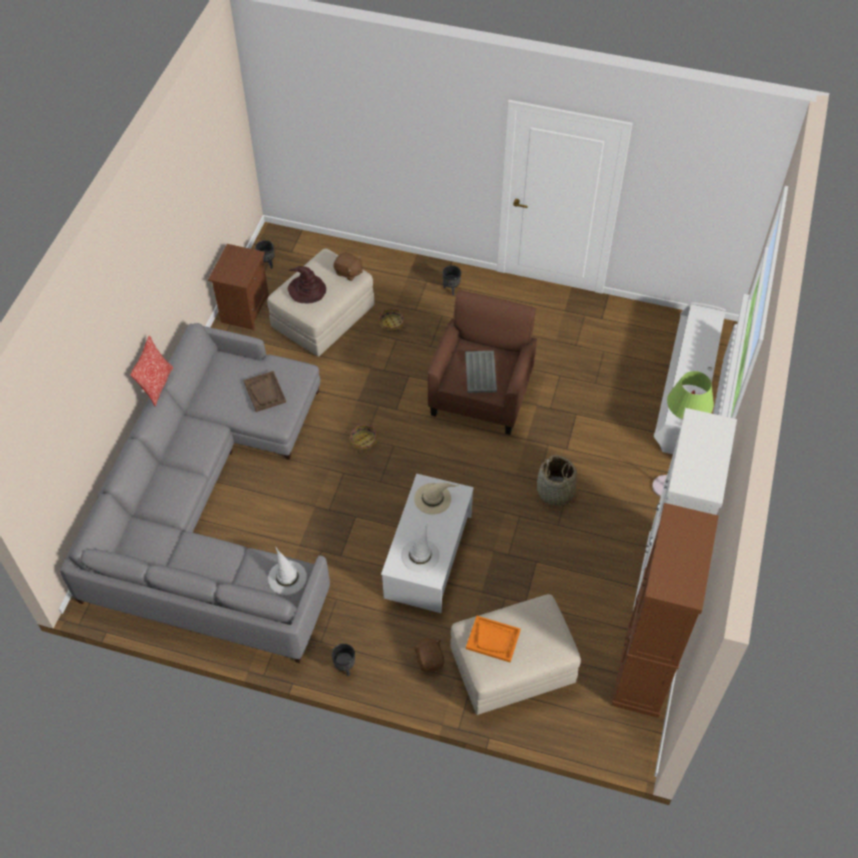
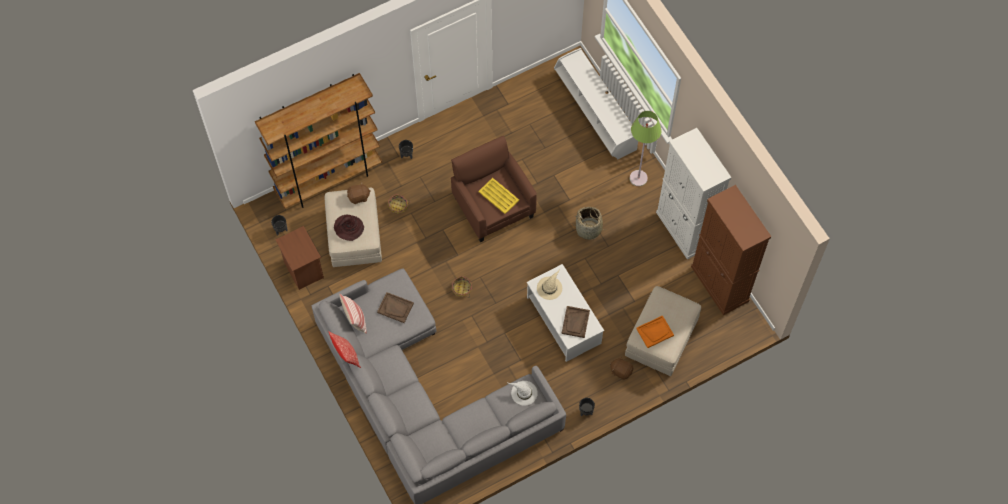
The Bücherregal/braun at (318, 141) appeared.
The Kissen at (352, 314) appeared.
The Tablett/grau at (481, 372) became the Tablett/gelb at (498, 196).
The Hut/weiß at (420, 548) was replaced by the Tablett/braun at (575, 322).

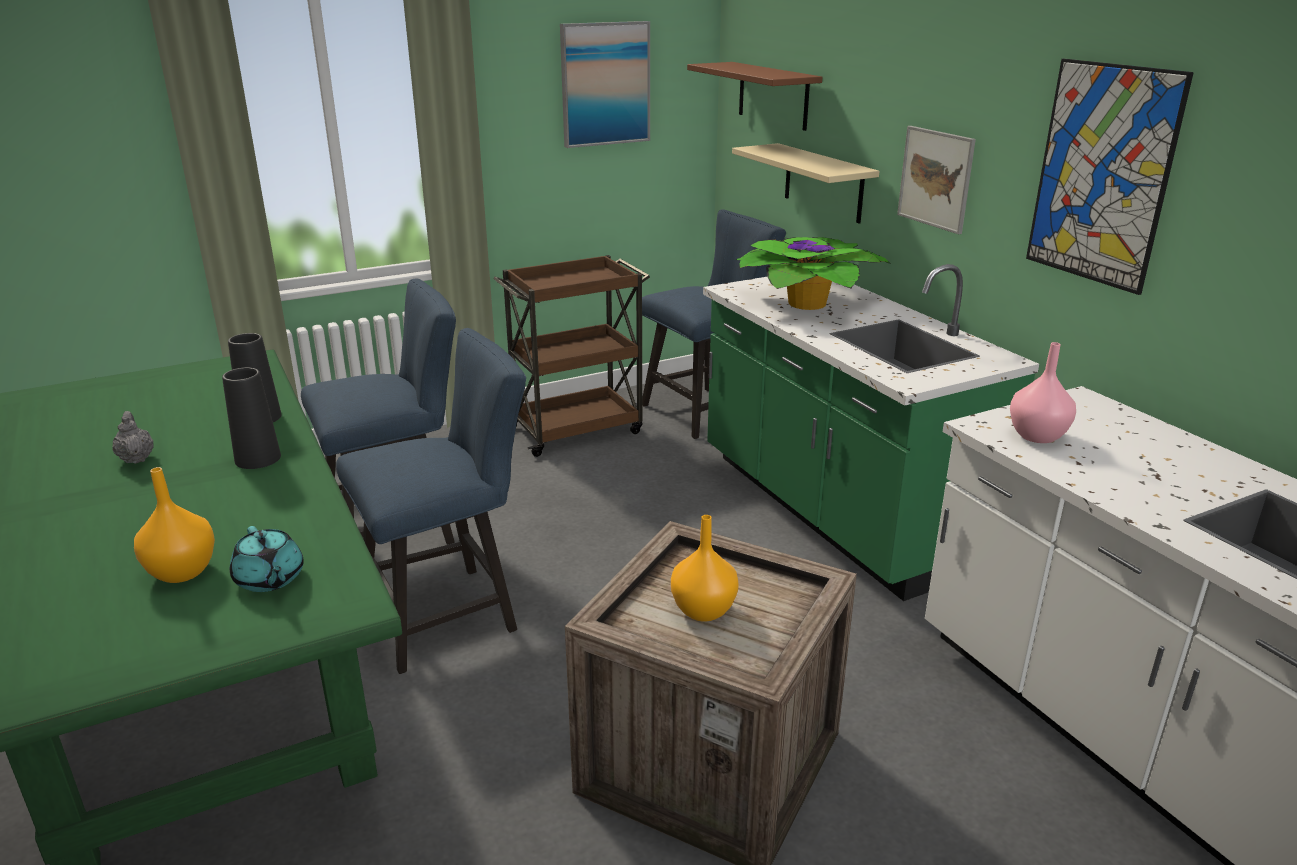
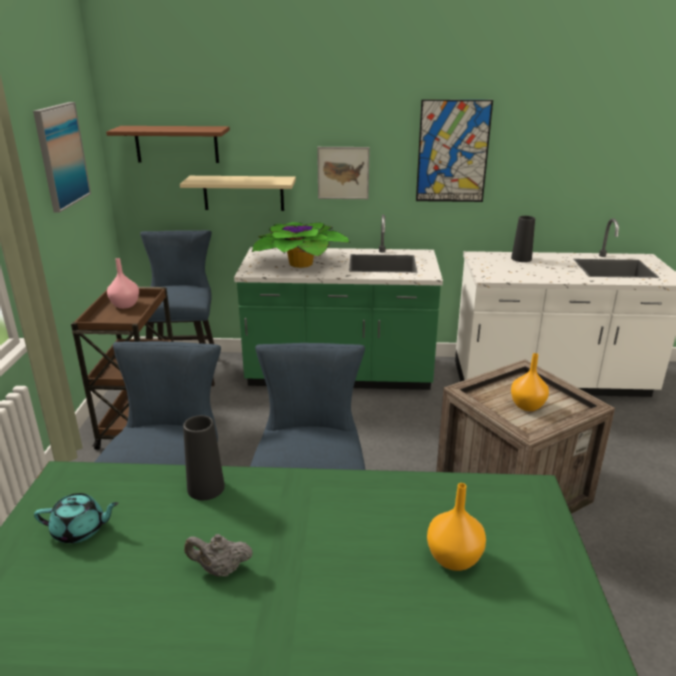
The Teekanne/türkis moved from (267, 559) to (76, 518).
The Vase/rosa moved from (1043, 392) to (123, 283).
The Vase/schwarz moved from (251, 418) to (523, 239).

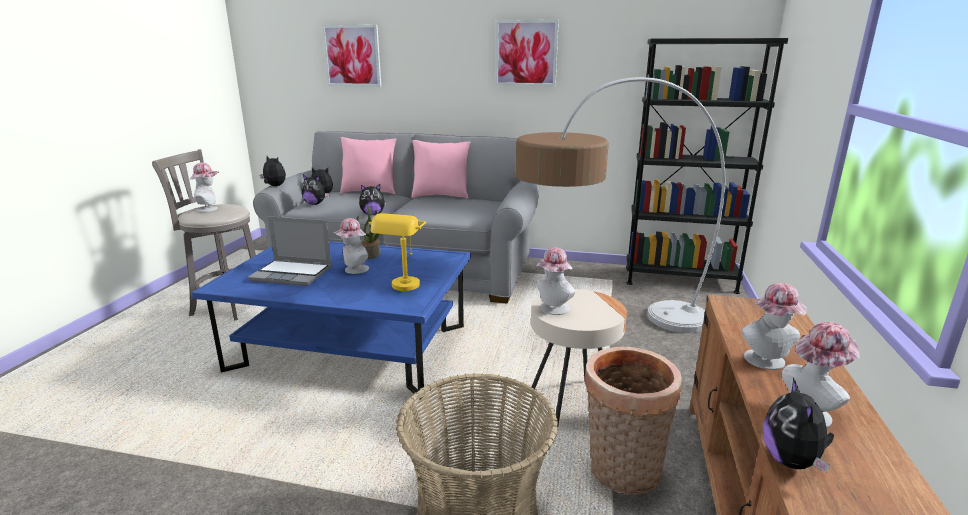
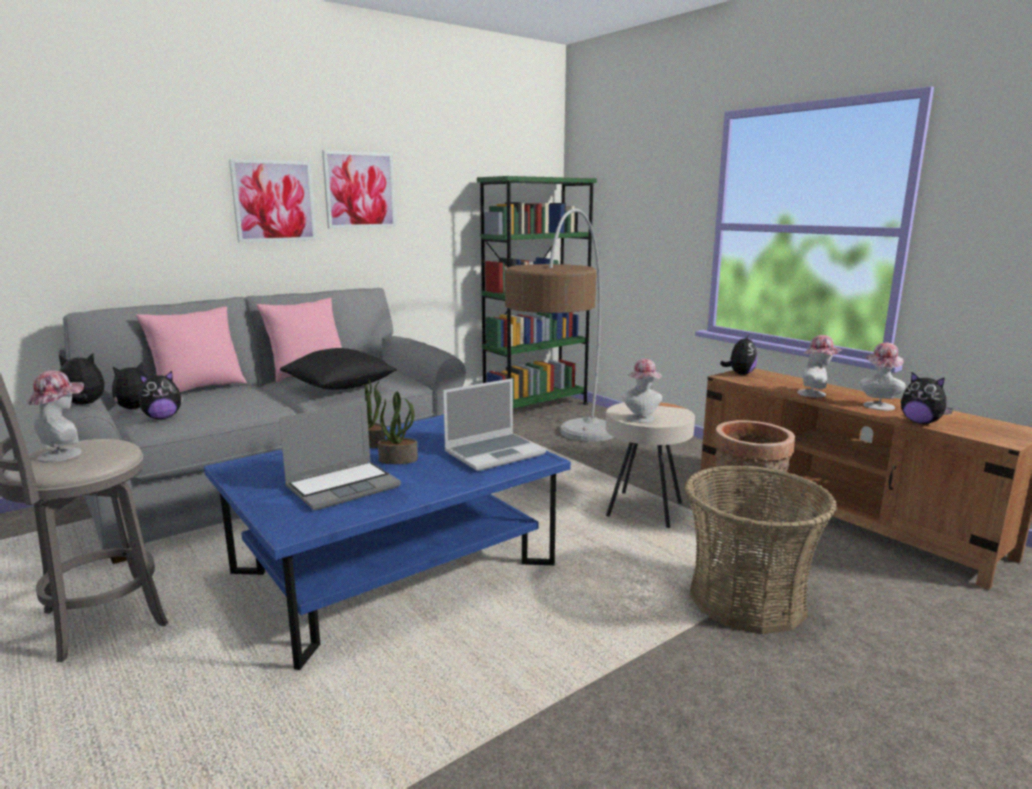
The Bild moved from (351, 56) to (273, 201).
The Kissen/schwarz at (338, 369) appeared.
The Hut at (351, 246) was replaced by the Topfpflanze at (398, 427).
The Tischlampe/gelb at (397, 252) was replaced by the Laptop at (494, 424).
The Bücherregal/schwarz at (707, 166) became the Bücherregal/grün at (537, 292).
The Plüschtier moved from (372, 199) to (738, 354).

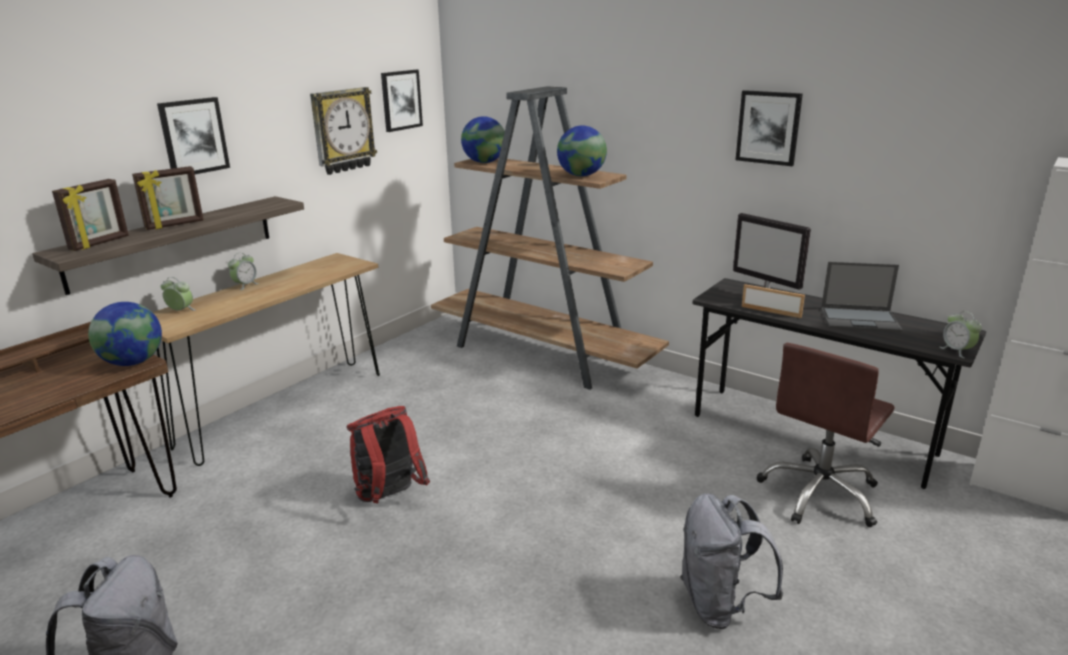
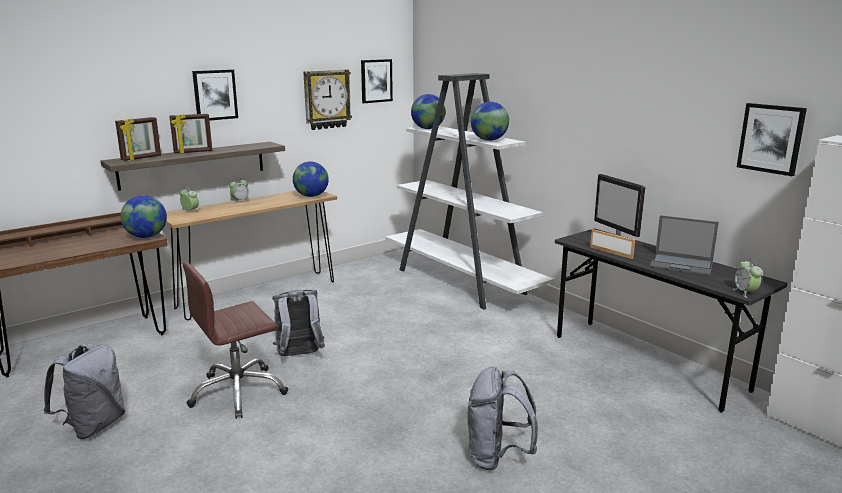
The Bürostuhl/braun moved from (826, 435) to (235, 340).
The Rucksack/rot at (388, 454) became the Rucksack/grau at (298, 322).
The Globus at (311, 179) appeared.
The Bücherregal/braun at (550, 238) became the Bücherregal/weiß at (470, 191).
The Bild moved from (769, 128) to (772, 139).

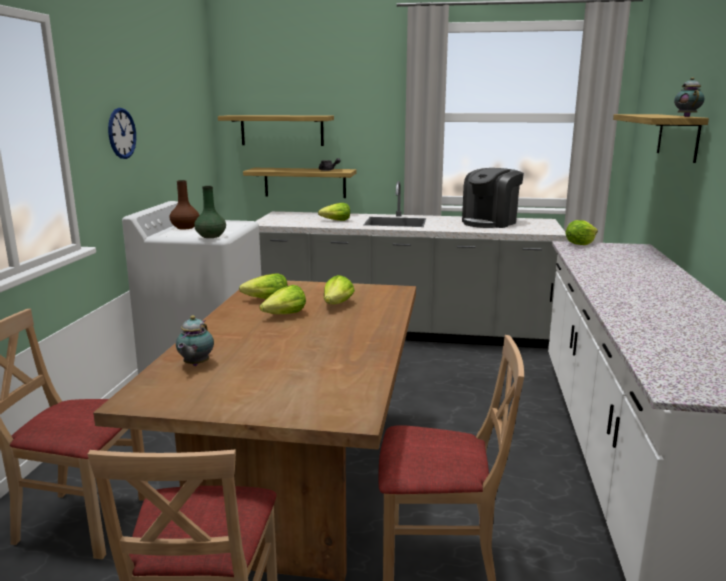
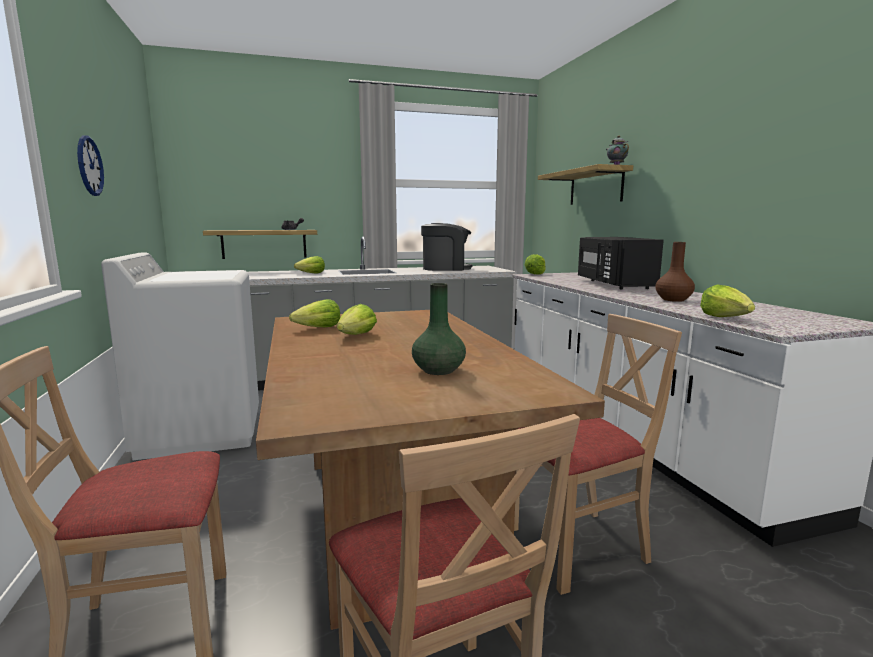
The Vase/grün moved from (210, 212) to (439, 329).
The Kaffeemaschine at (493, 198) turned 120 degrees counterclockwise.
The Mikrowelle/schwarz at (621, 263) appeared.
The Vase/braun moved from (185, 204) to (675, 272).
The Salatkopf moved from (339, 289) to (727, 300).
The Teekanne at (195, 340) disappeared.
The Wandregal at (276, 130) disappeared.

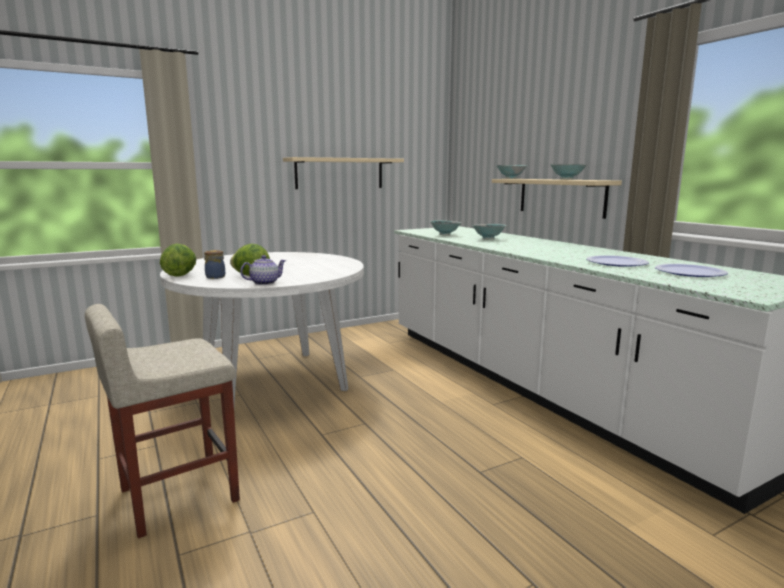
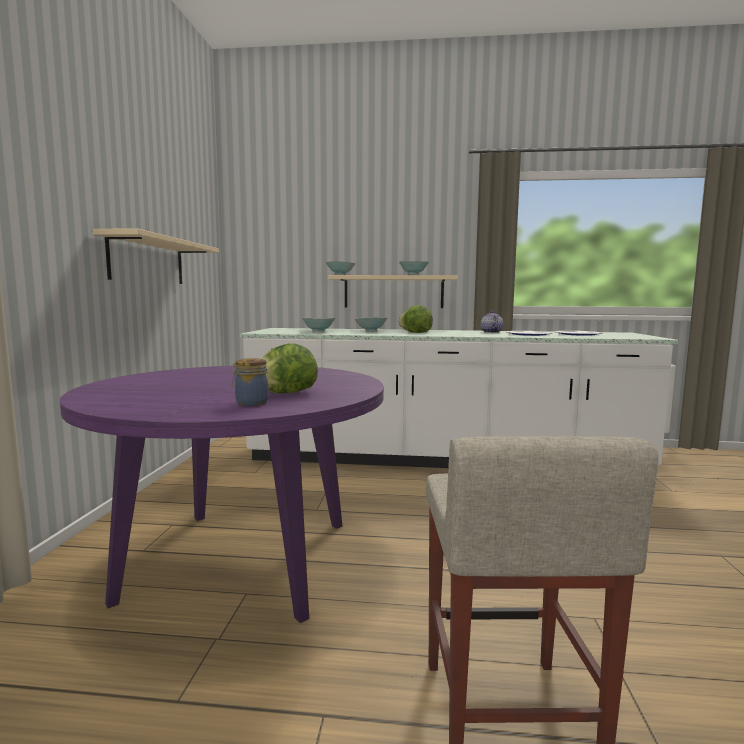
The Esstisch/weiß at (262, 328) became the Esstisch/lila at (222, 494).
The Salatkopf moved from (178, 260) to (415, 319).
The Teekanne moved from (263, 270) to (492, 322).

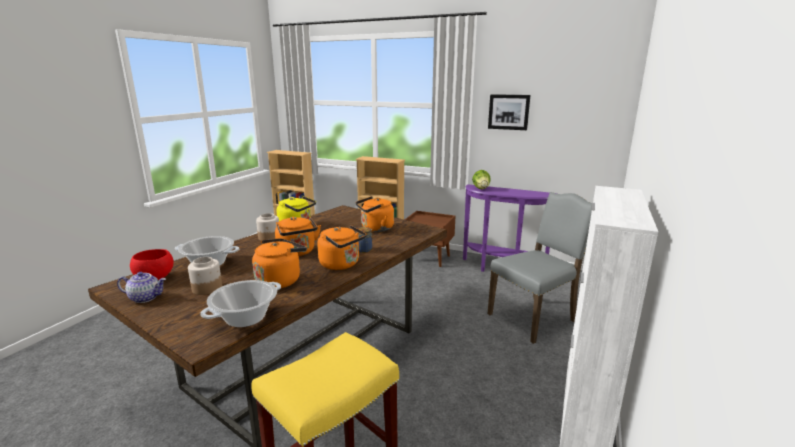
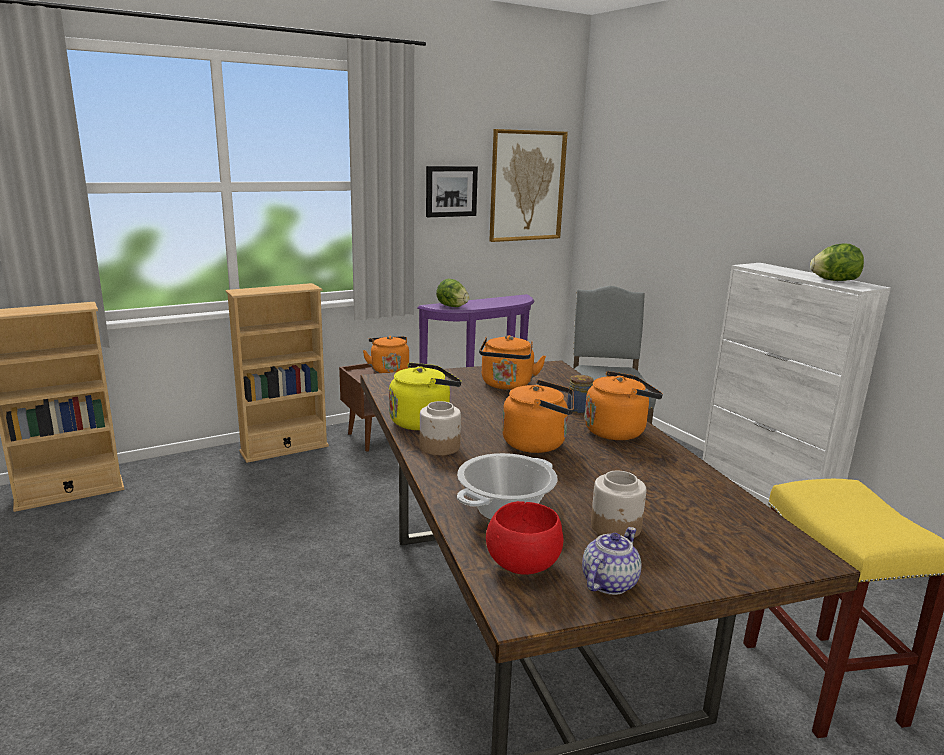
The Wasserkessel/orange moved from (279, 263) to (386, 354).
The Bild at (528, 185) appeared.
The Salatkopf at (837, 262) appeared.
The Kochtopf at (240, 303) disappeared.

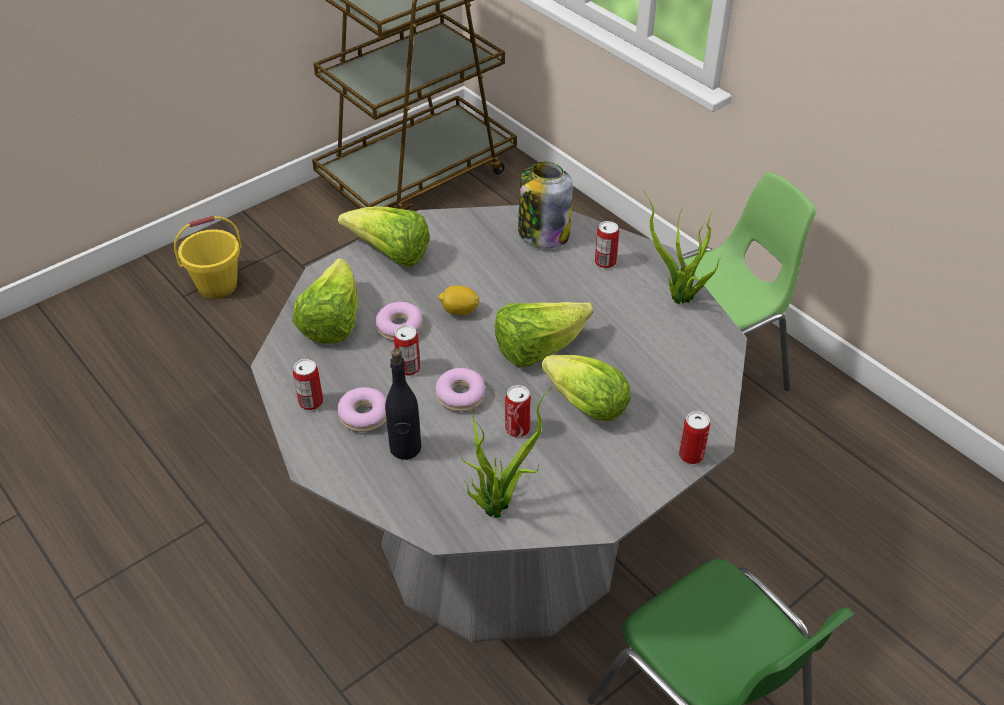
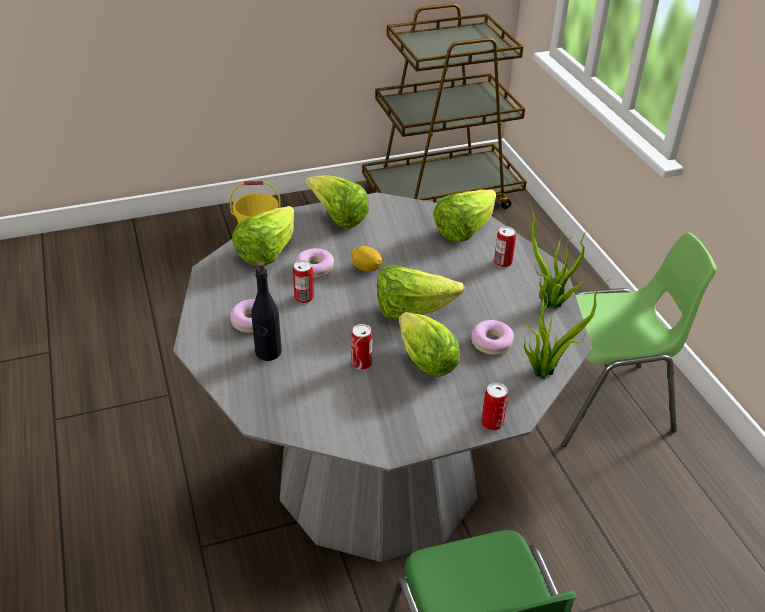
The Vorratsglas at (545, 205) was replaced by the Salatkopf at (464, 216).
The Donut moved from (460, 390) to (492, 337).
The Topfpflanze moved from (506, 452) to (567, 328).
The Dose at (308, 384) disappeared.

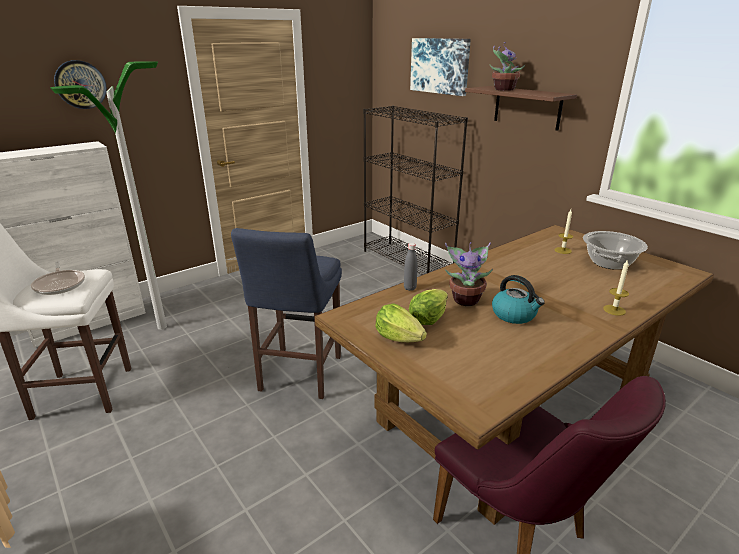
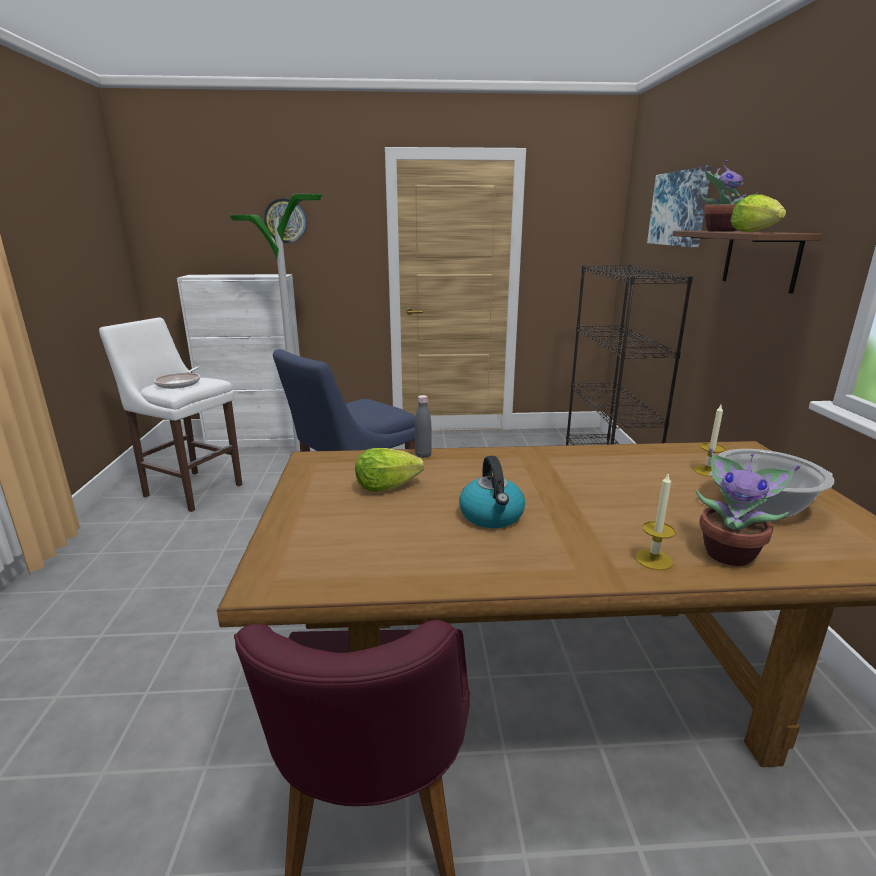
The Topfpflanze moved from (469, 274) to (748, 506).
The Salatkopf moved from (401, 322) to (758, 213).

